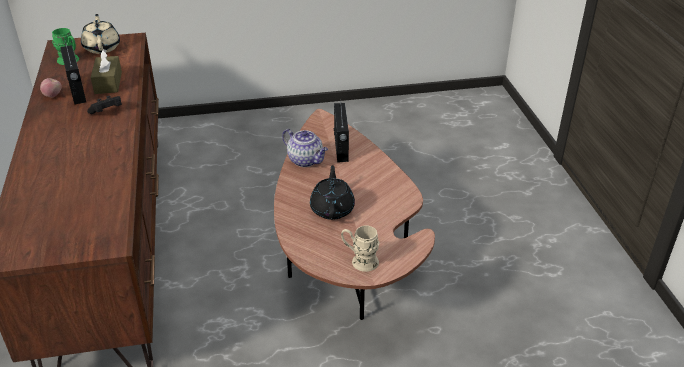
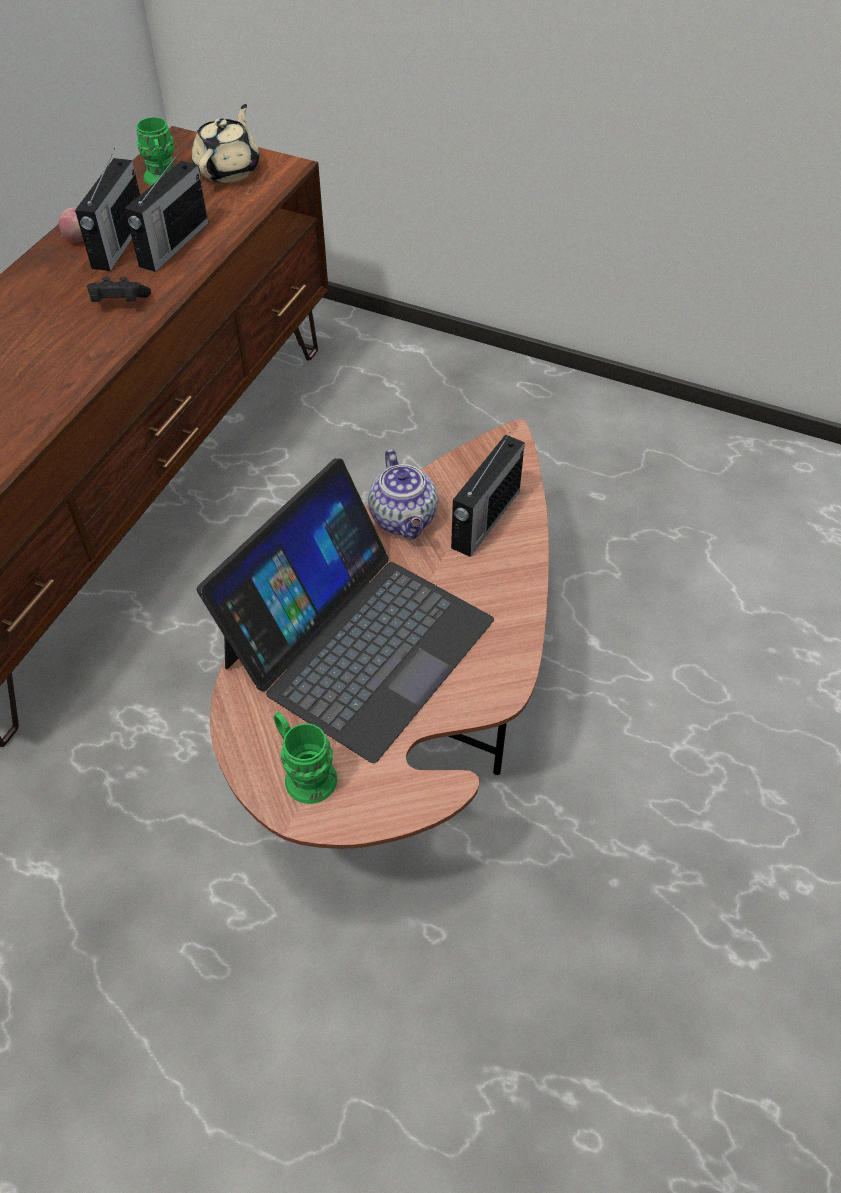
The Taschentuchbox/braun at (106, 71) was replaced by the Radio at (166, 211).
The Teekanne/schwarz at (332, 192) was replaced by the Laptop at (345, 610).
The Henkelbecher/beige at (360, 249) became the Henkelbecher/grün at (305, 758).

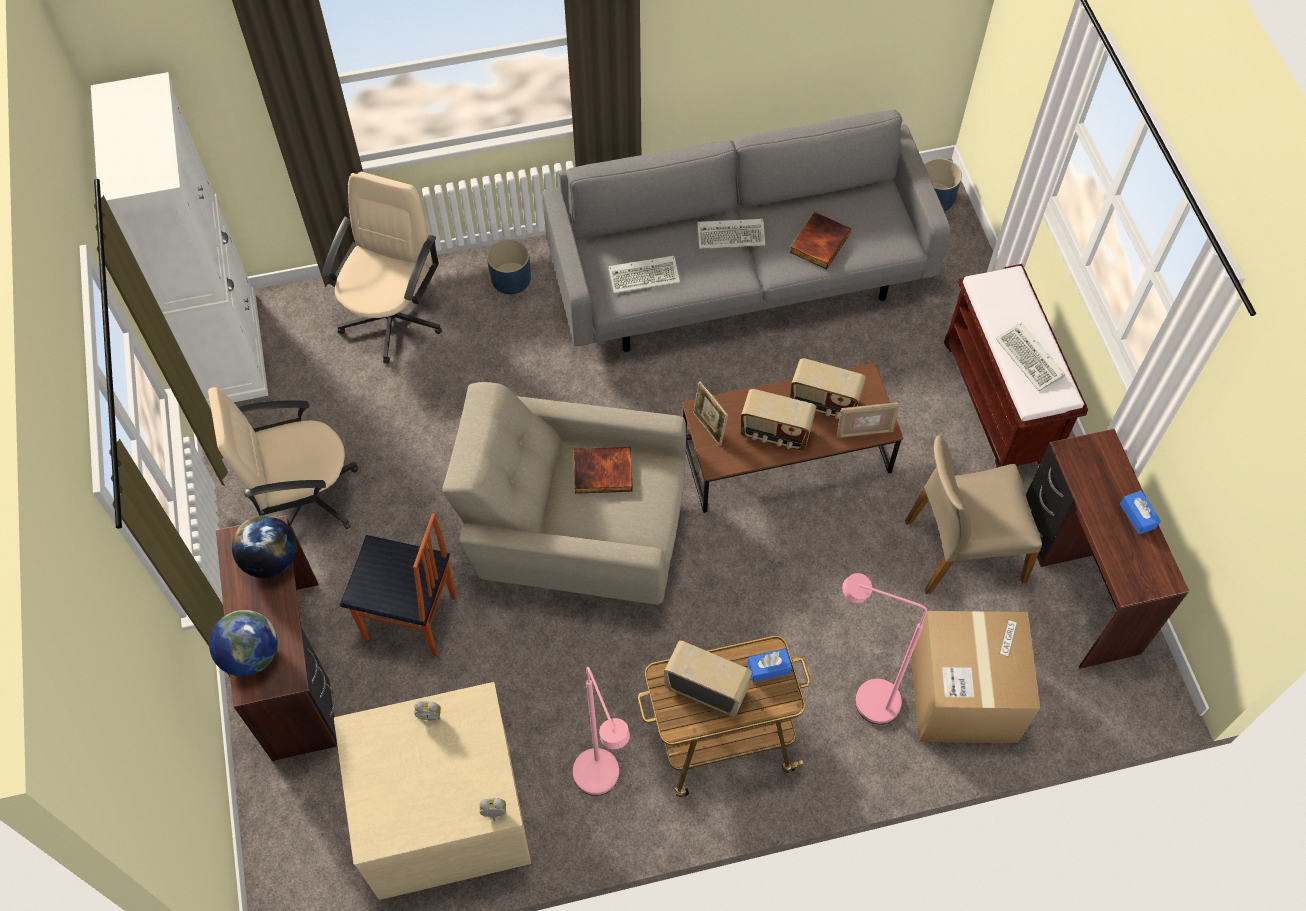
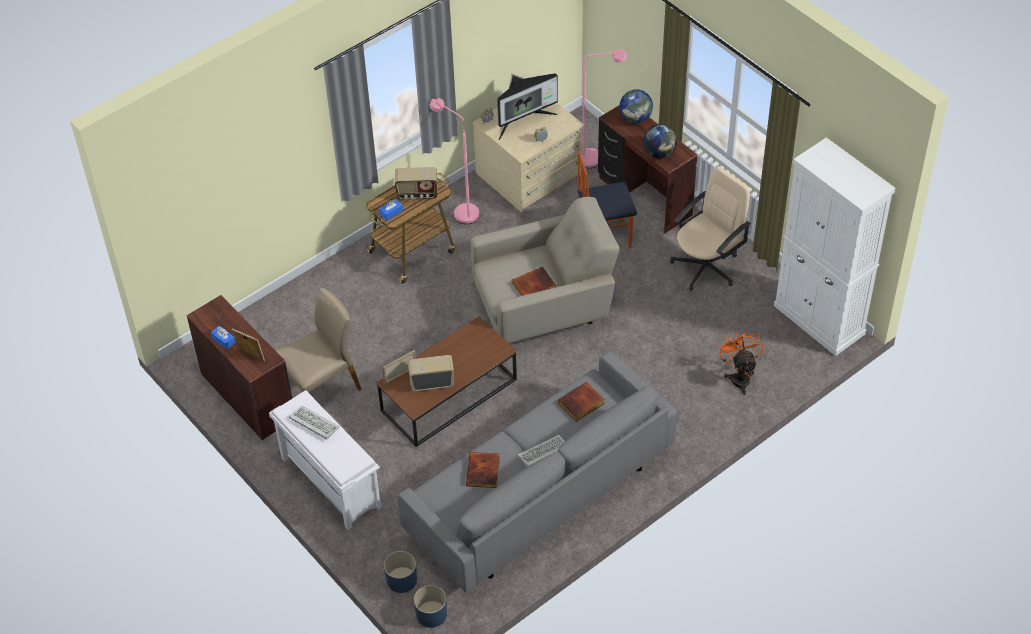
The Bilderrahmen moved from (710, 413) to (248, 345).
The Bank/braun at (1016, 366) became the Bank/weiß at (325, 460).
The Pflanzkübel/blau moved from (509, 266) to (400, 572).
The Monitor at (527, 106) appeared.
The Tastatur at (644, 275) was replaced by the Buch at (581, 402).
The Stehlampe/rosa moved from (884, 648) to (604, 108).
The Bürostuhl/beige at (382, 267) was replaced by the Ventilator/orange at (740, 362).
The Radio at (778, 420) disappeared.
The Karton at (976, 677) disappeared.

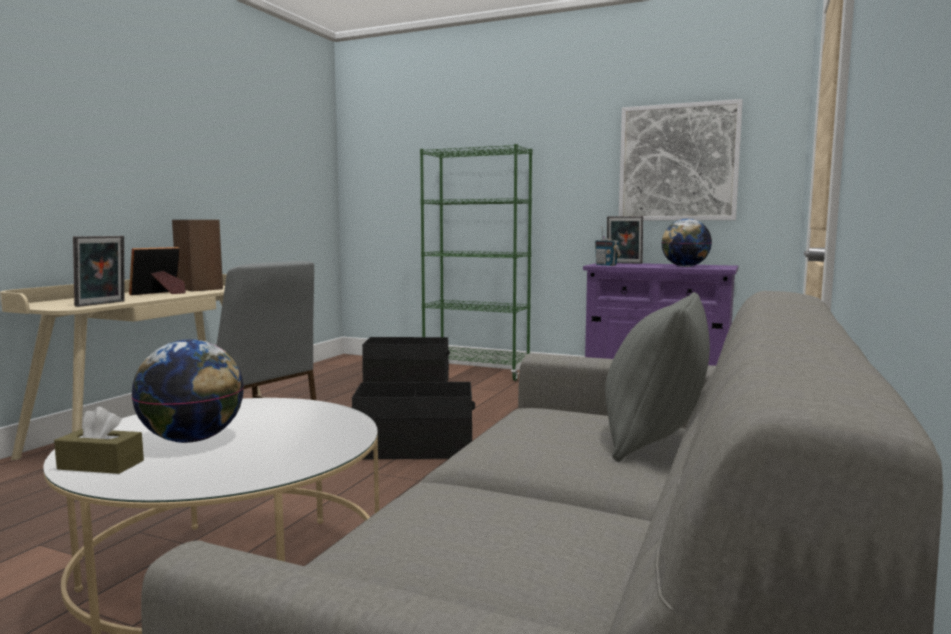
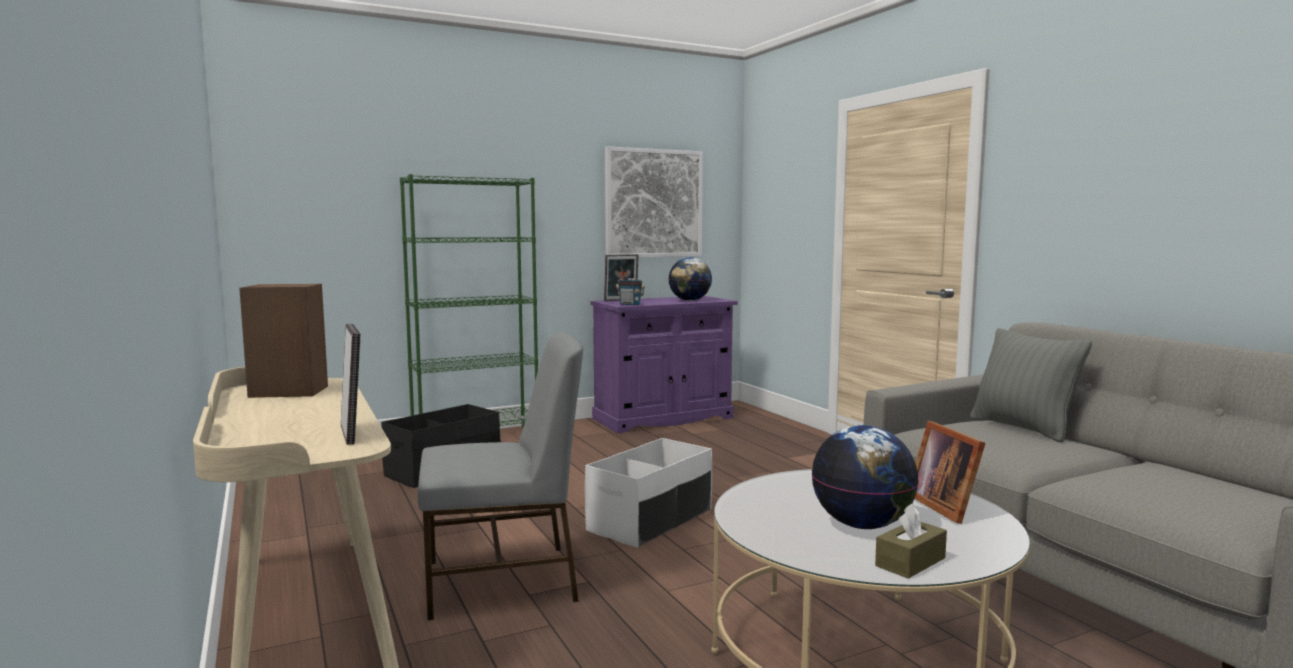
The Aufbewahrungsbox/schwarz at (413, 421) became the Aufbewahrungsbox/weiß at (648, 493).
The Bilderrahmen moved from (157, 271) to (949, 472).

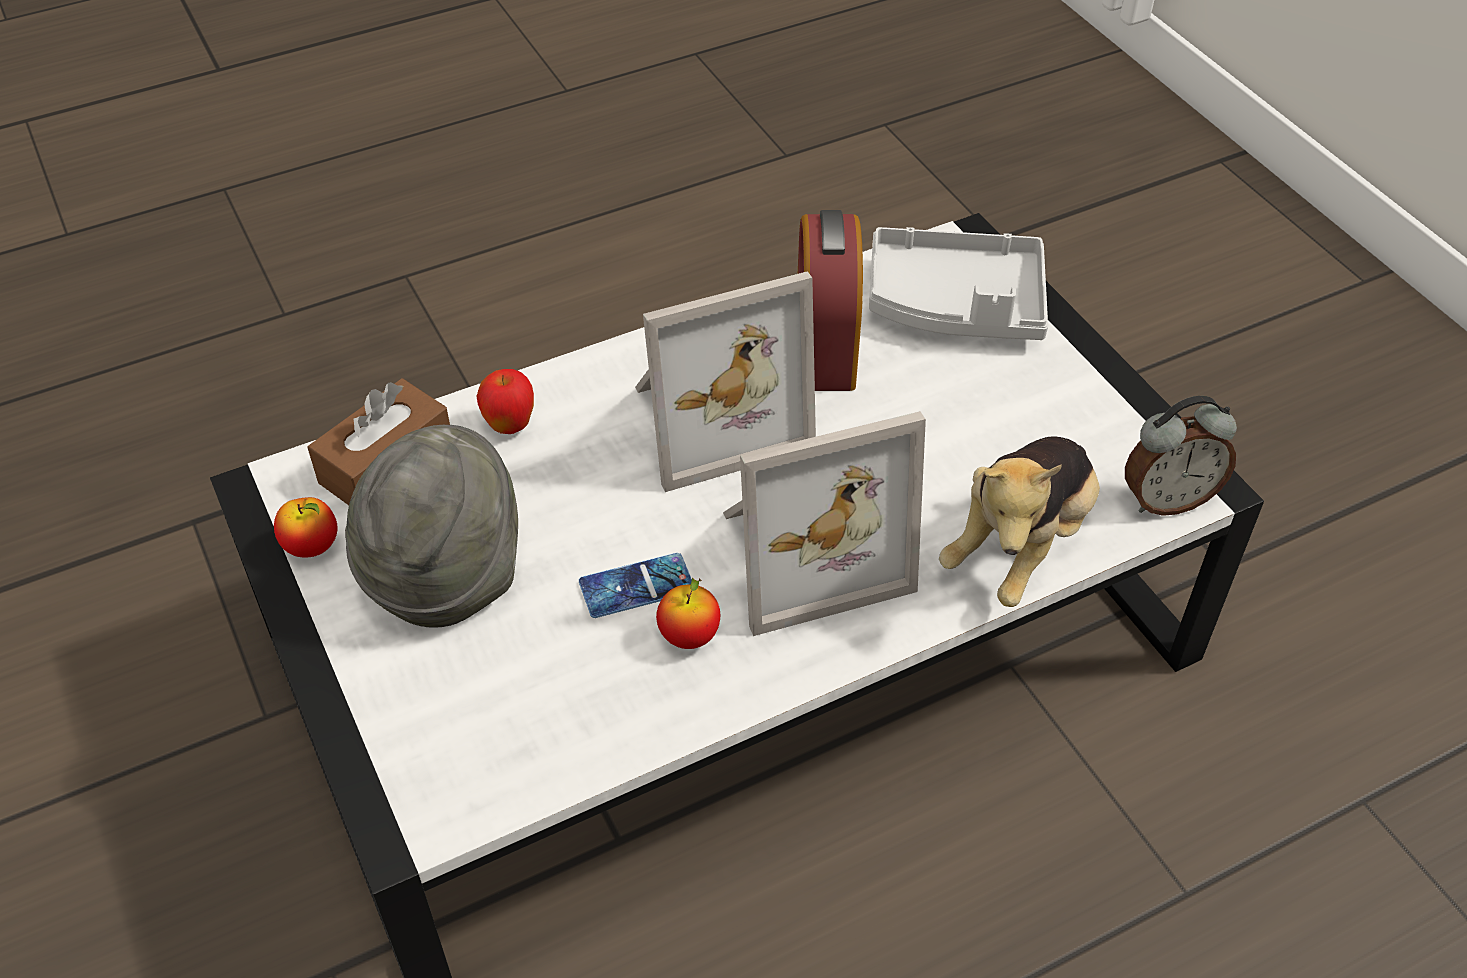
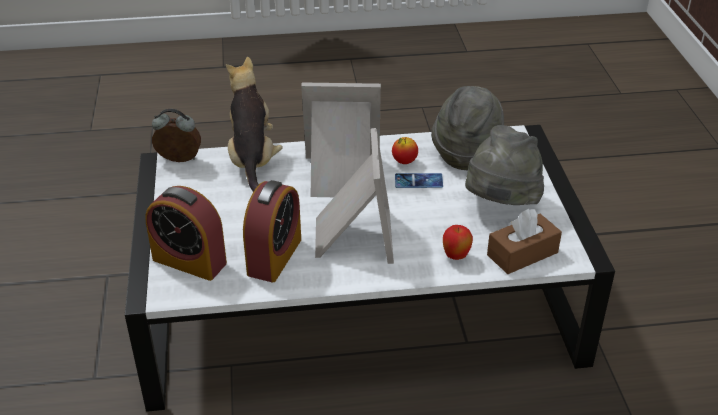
The Tablett/grau at (958, 283) was replaced by the Wecker at (186, 233).
The Plüschtier at (1019, 521) turned 60 degrees counterclockwise.
The Bilderrahmen at (725, 381) turned 90 degrees clockwise.
The Hut/grau at (467, 128) appeared.
The Apfel at (306, 527) disappeared.

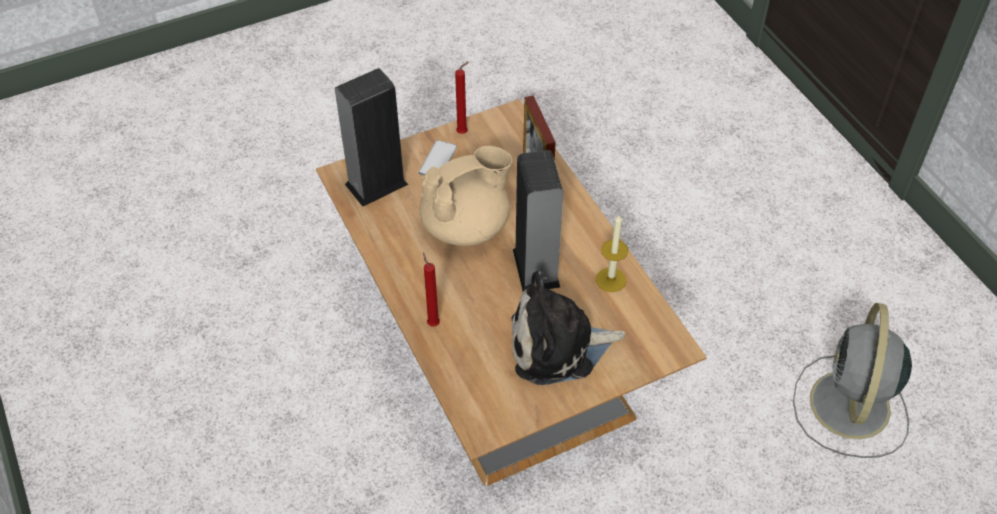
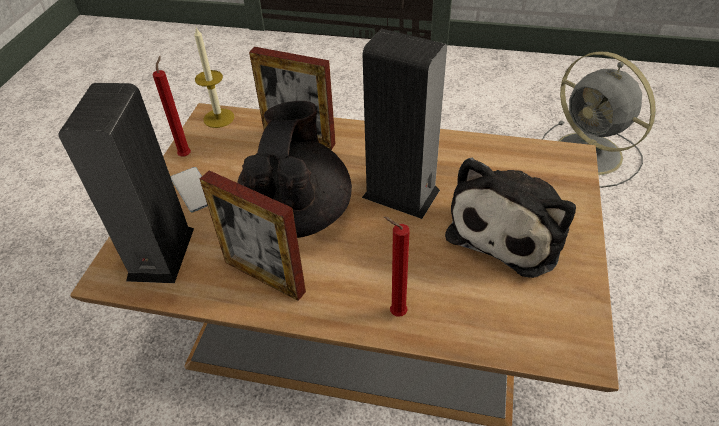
The Kerze moved from (612, 253) to (214, 78).
The Bilderrahmen at (253, 235) appeared.
The Teekanne/beige at (466, 196) became the Teekanne/schwarz at (294, 169).

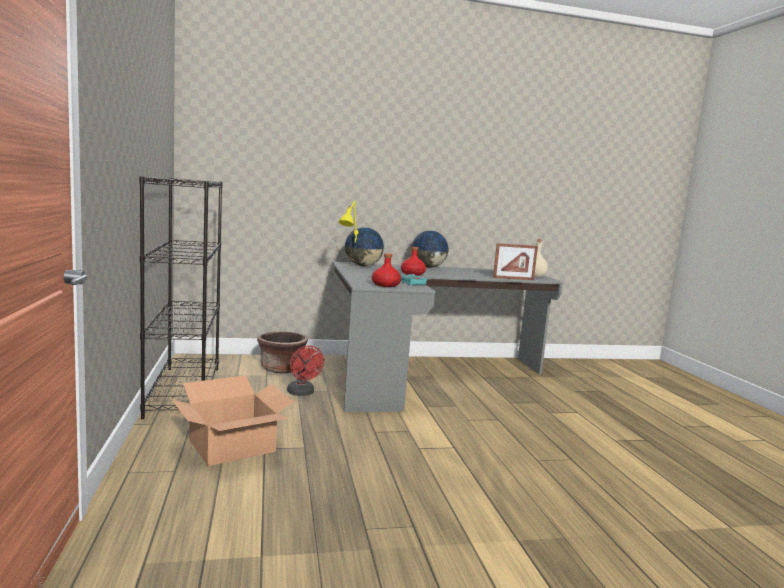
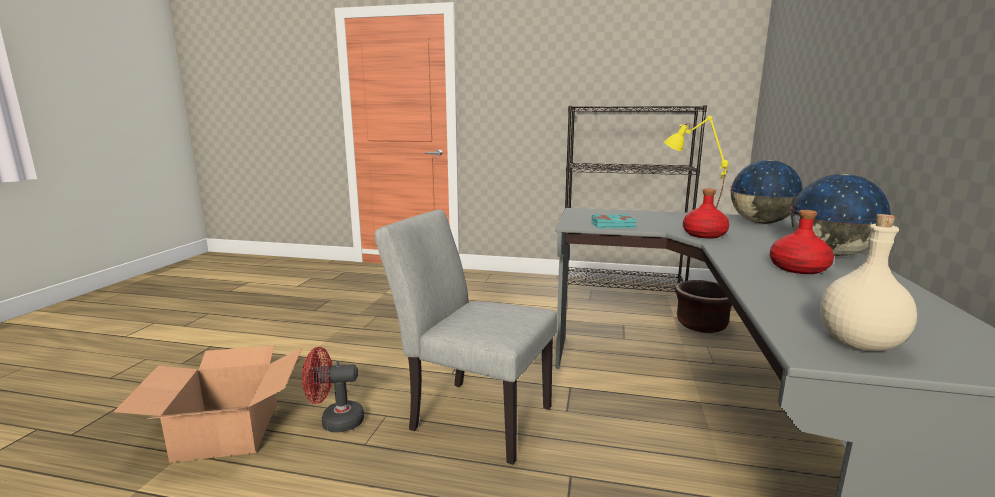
The Karton moved from (232, 420) to (208, 404).
The Ventilator/rot moved from (305, 370) to (333, 389).
The Stuhl/grau at (465, 337) appeared.
The Flasche/rot moved from (386, 270) to (801, 242).
The Bilderrahmen at (515, 261) disappeared.

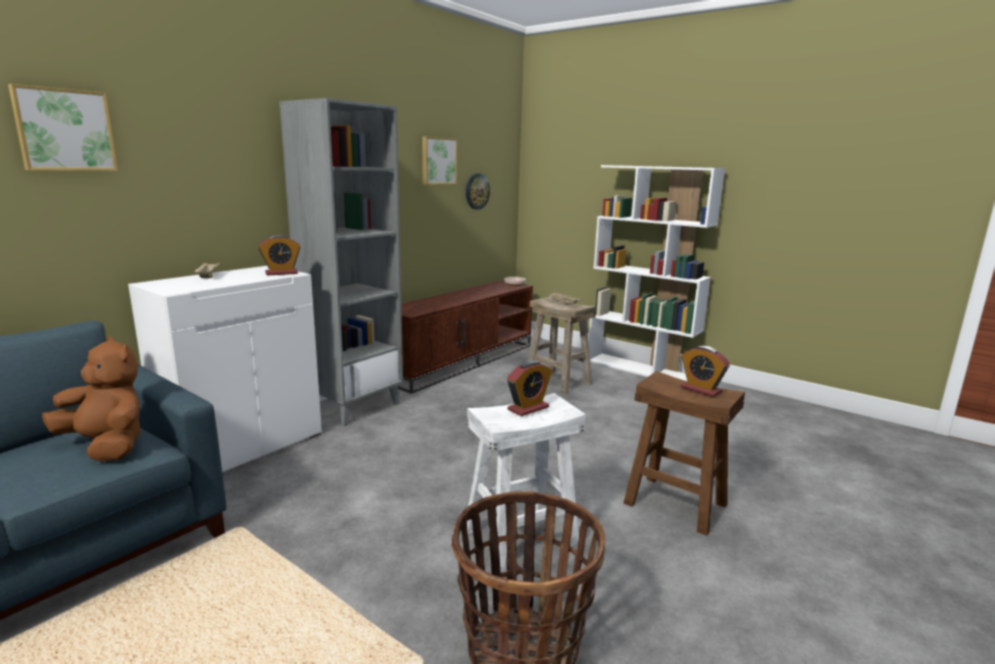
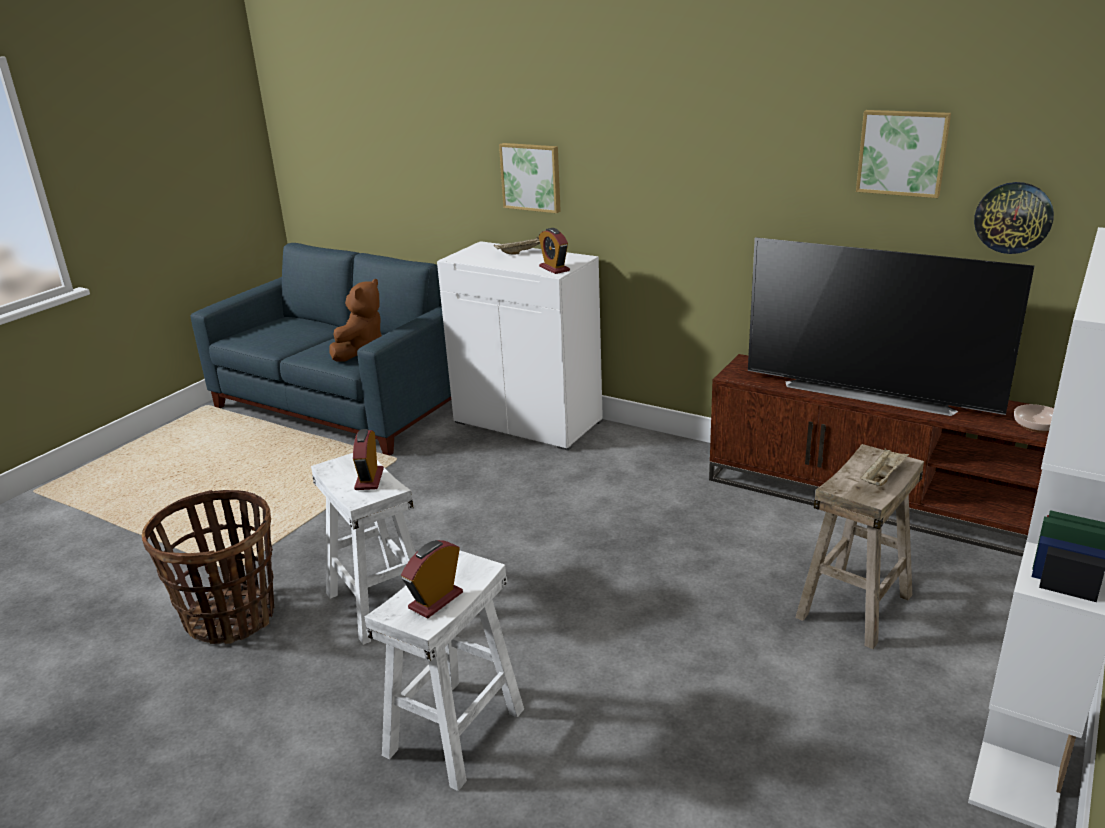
The Wecker at (529, 388) turned 45 degrees clockwise.
The Hocker/braun at (684, 453) became the Hocker/weiß at (444, 670).
The Bild moved from (63, 127) to (530, 178).
The Fernseher at (891, 326) appeared.
The Bücherregal/grau at (341, 262) disappeared.

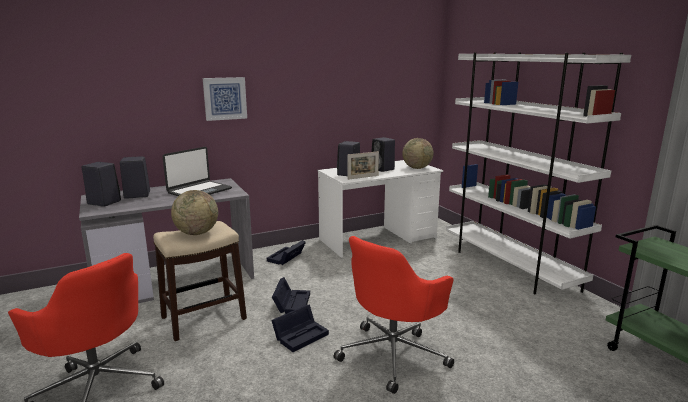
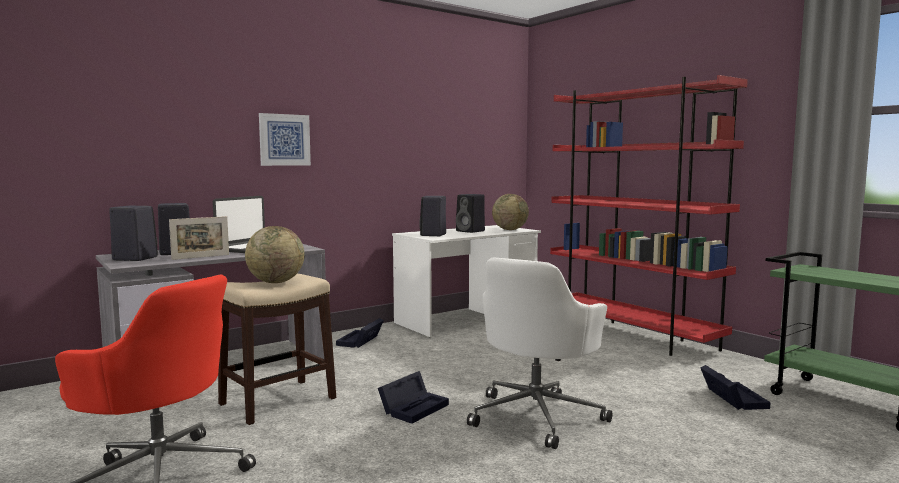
The Bilderrahmen moved from (363, 165) to (199, 238).
The Bürostuhl/rot at (394, 315) became the Bürostuhl/weiß at (539, 353).
The Bücherregal/weiß at (538, 173) became the Bücherregal/rot at (649, 215).
The Aufbewahrungsbox/schwarz moved from (291, 295) to (736, 387).

